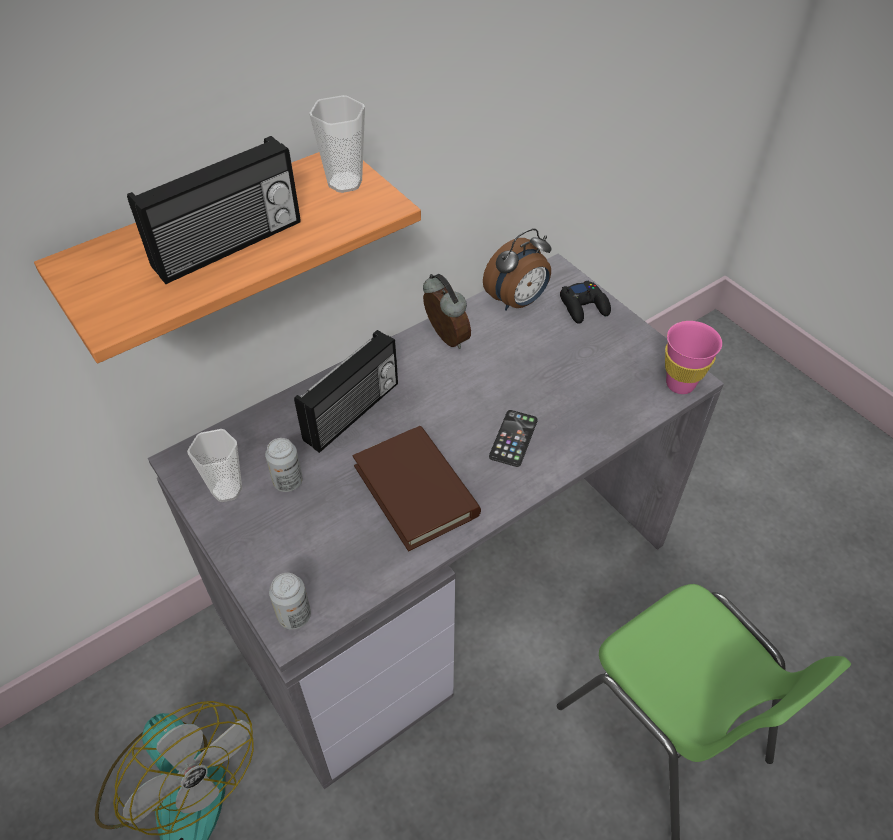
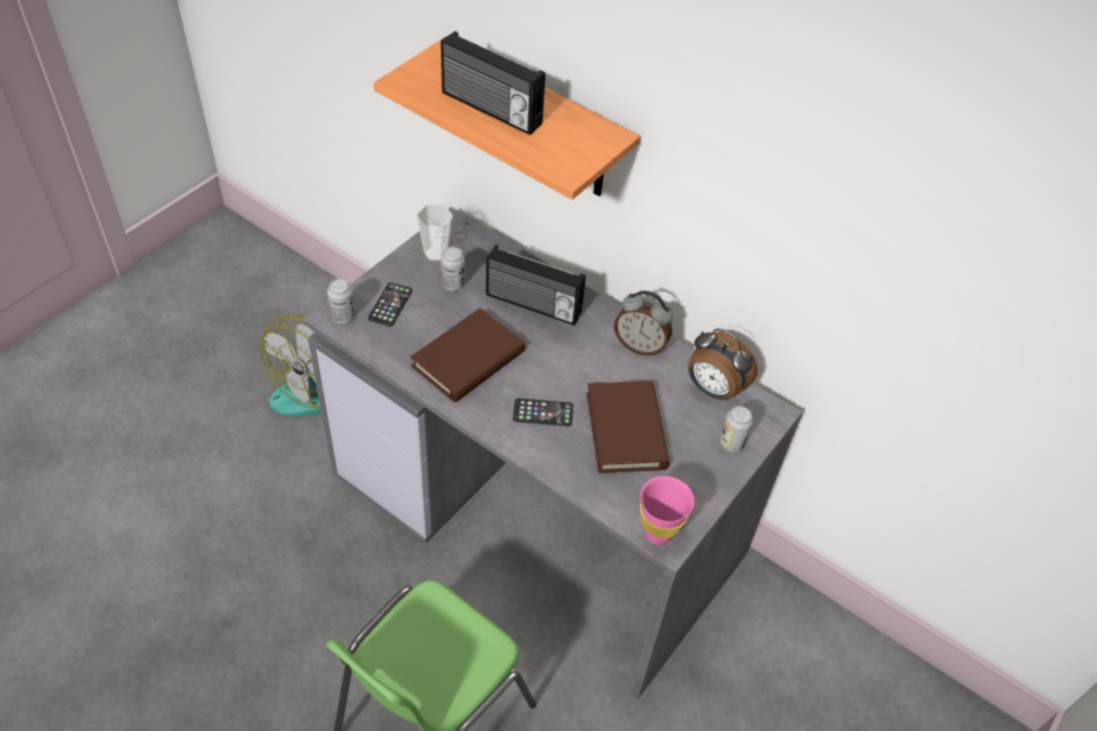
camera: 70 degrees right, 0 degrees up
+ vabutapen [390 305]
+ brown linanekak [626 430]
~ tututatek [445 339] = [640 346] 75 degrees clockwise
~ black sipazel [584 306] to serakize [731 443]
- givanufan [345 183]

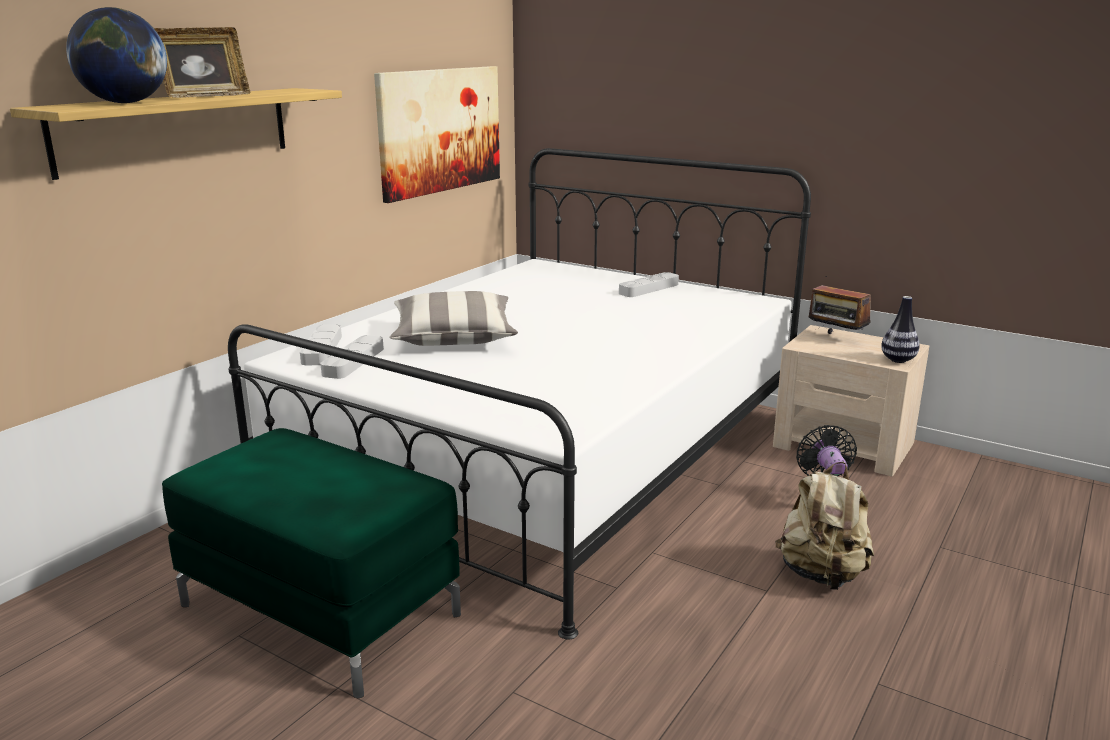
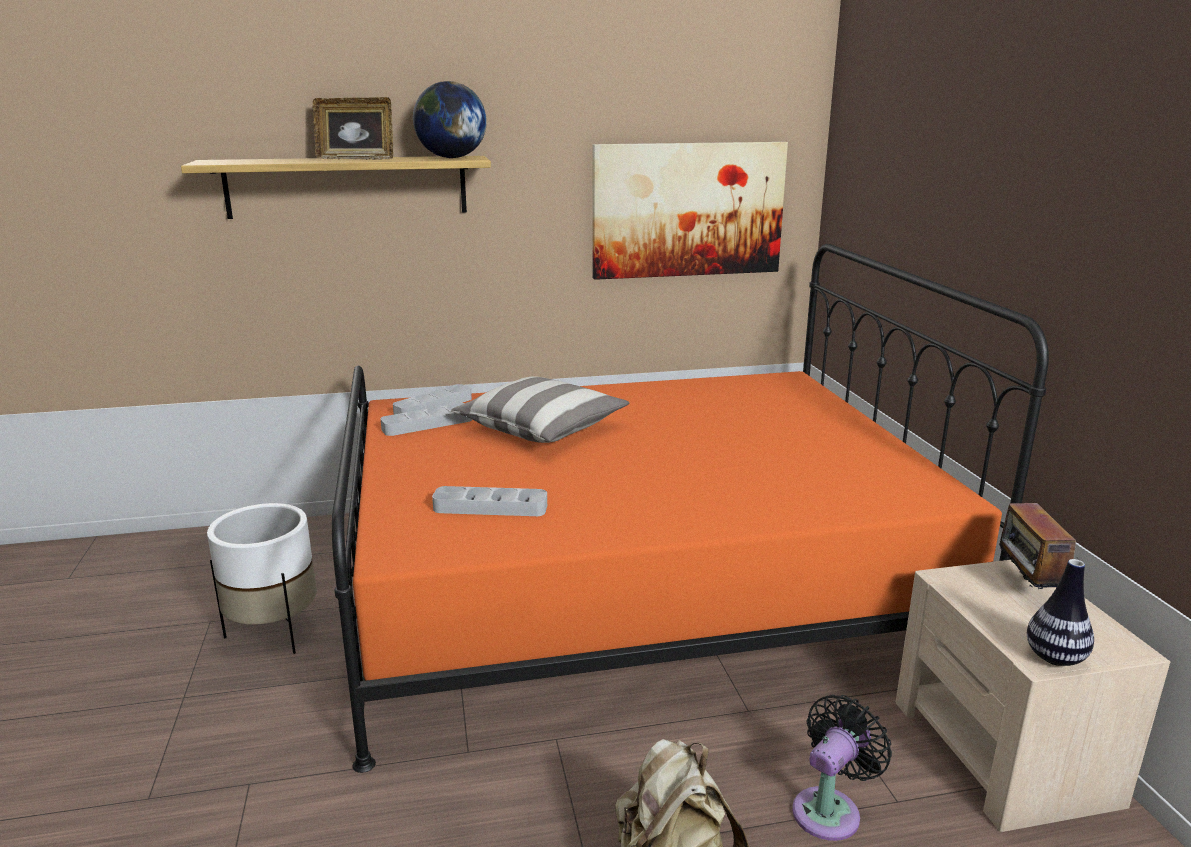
camera: 45 degrees right, 0 degrees up
~ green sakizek [322 609] to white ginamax [274 632]
~ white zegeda [545 456] to orange zegeda [635 589]
~ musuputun [125 103] to [451 158]
~ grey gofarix [649 289] to [490 507]

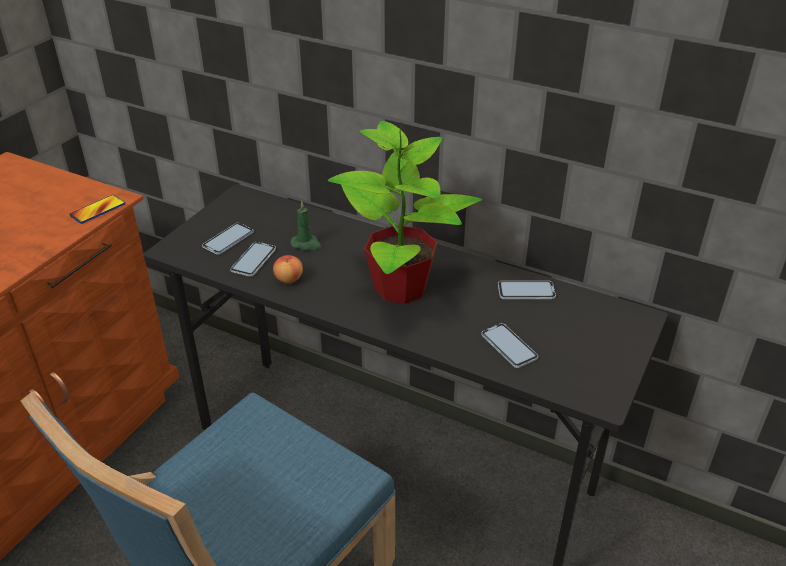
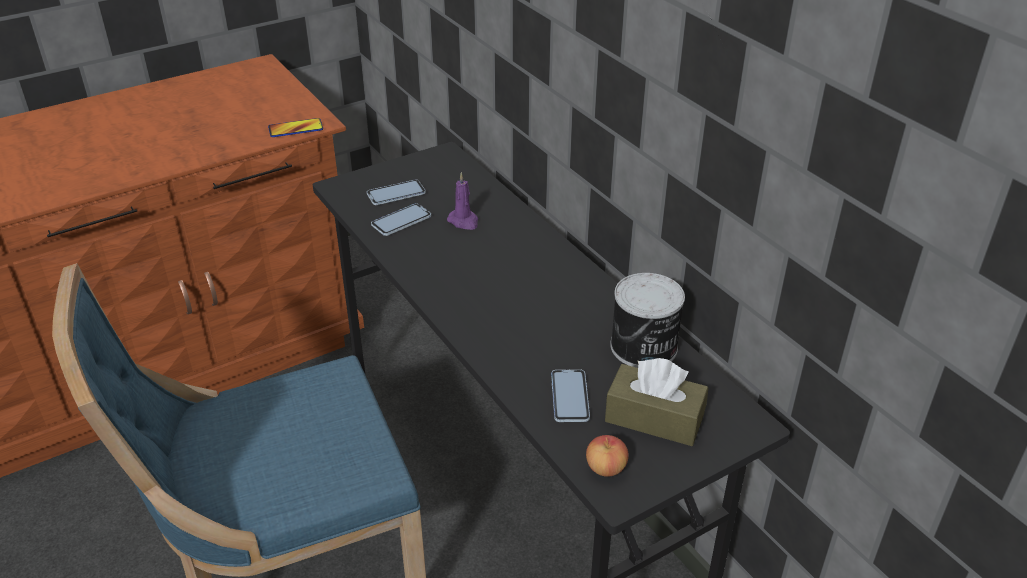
camera: 30 degrees right, 0 degrees up
~ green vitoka [306 244] to purple vitoka [464 221]
~ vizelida [289 279] to [606 468]
+ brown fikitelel [654 418]
~ vabutapen [526 291] to serakize [644 348]
- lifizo [402 288]

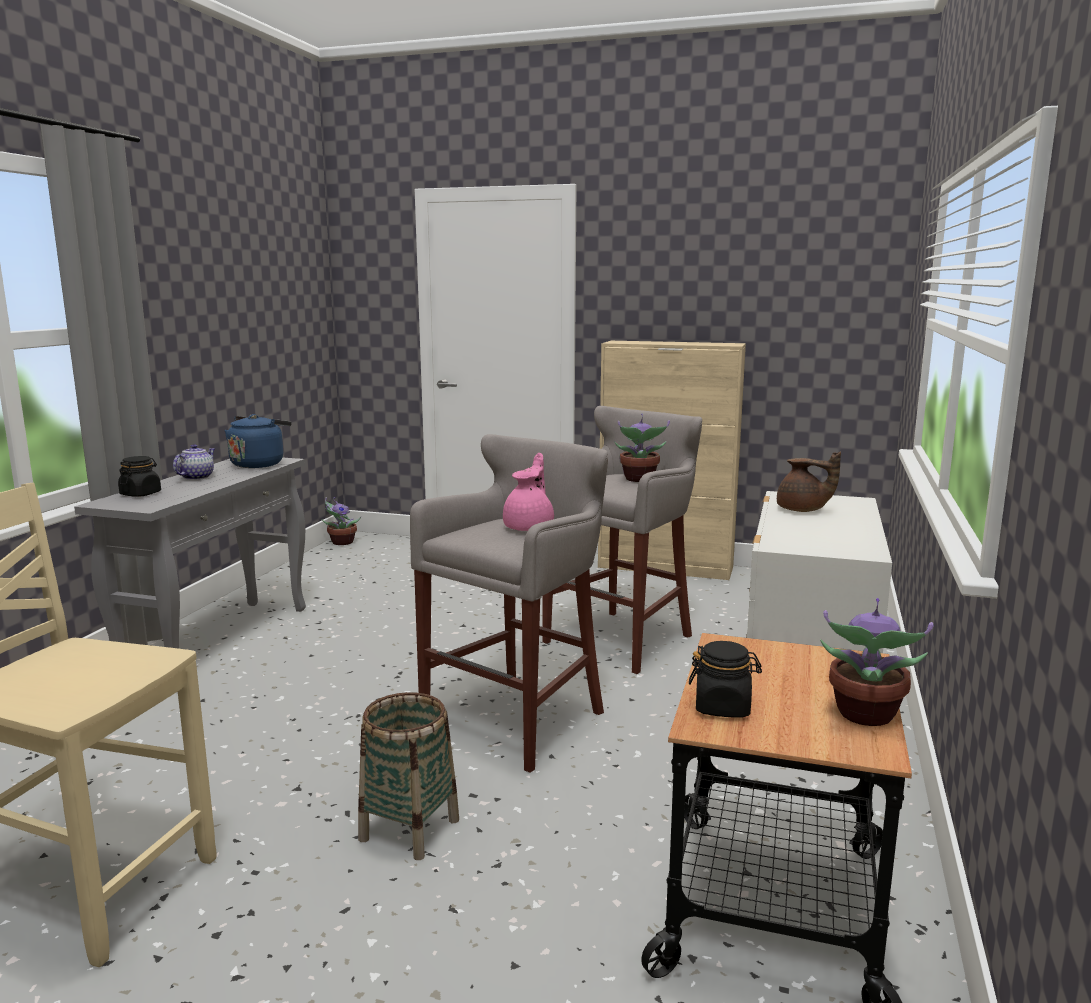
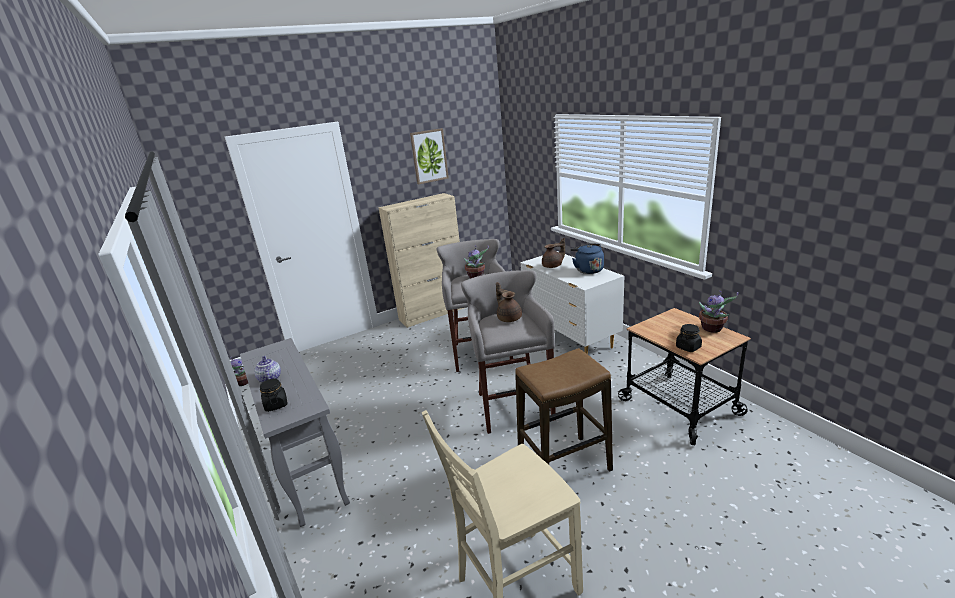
camera: 45 degrees left, 10 degrees up
+ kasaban [429 156]
~ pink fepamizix [530 527] to brown fepamizix [509 318]
~ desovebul [409 830] to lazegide [564 466]
~ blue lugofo [259 464] to [587 270]

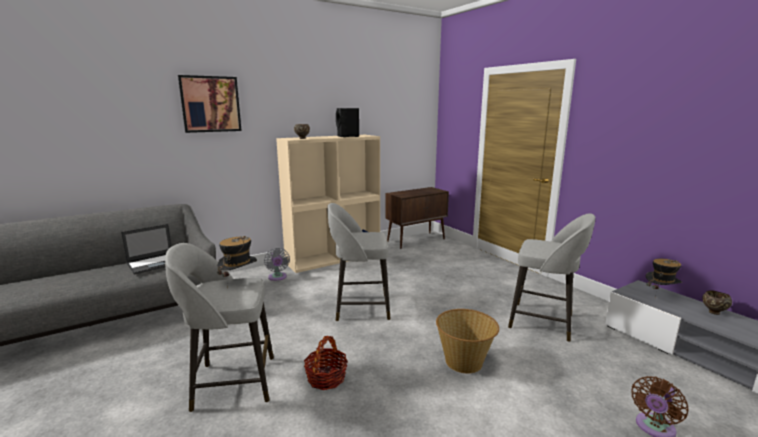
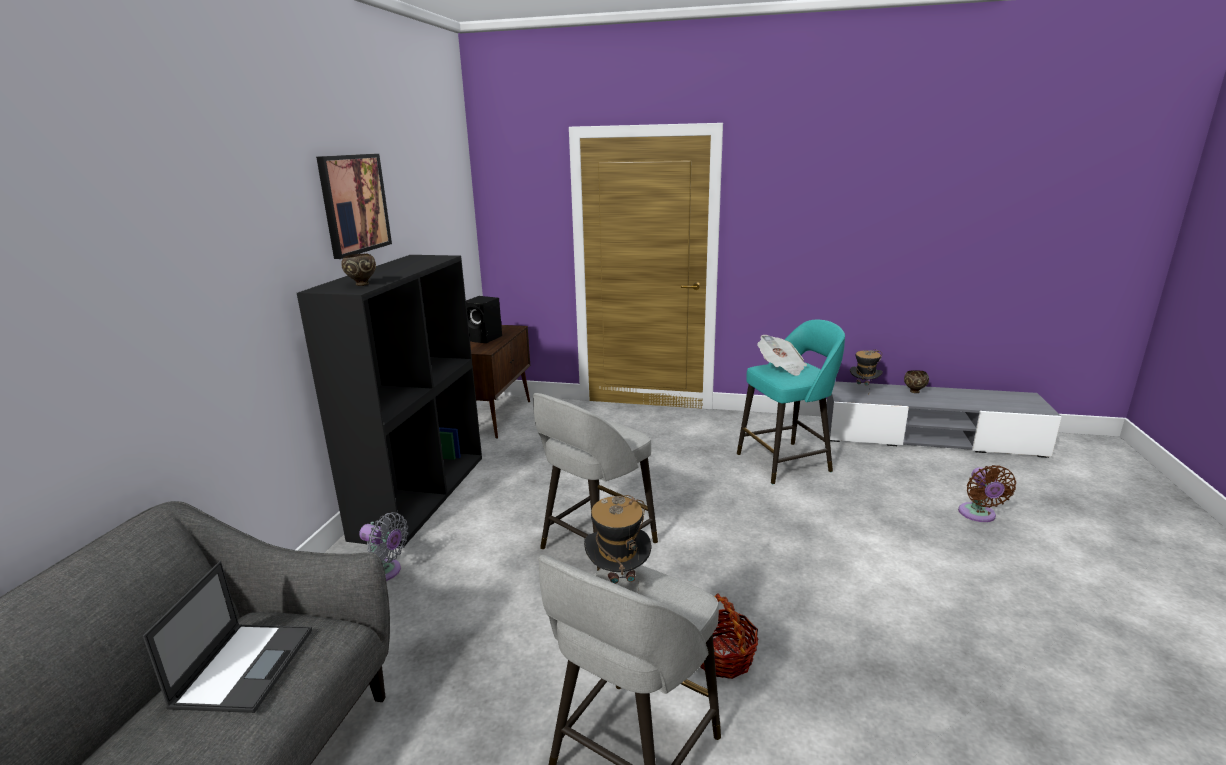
camera: 45 degrees left, 5 degrees up
~ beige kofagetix [334 258] to black kofagetix [421 494]
~ kasaban [210 104] to [354 204]
~ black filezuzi [348 136] to [485 338]
~ grey lazegide [543 322] to turquoise lazegide [786 462]
+ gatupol [781 367]
- desovebul [464 361]

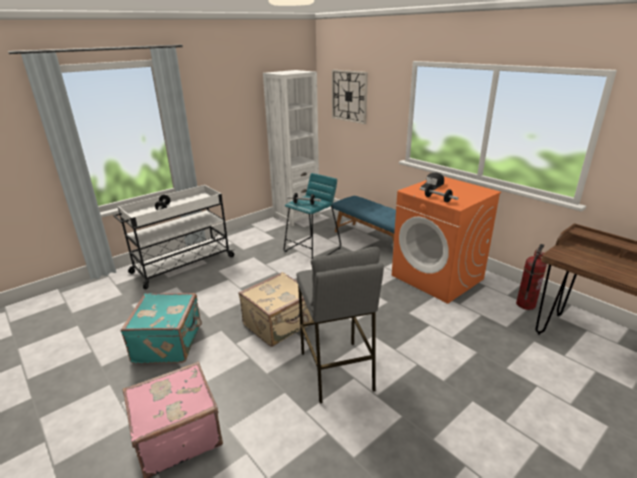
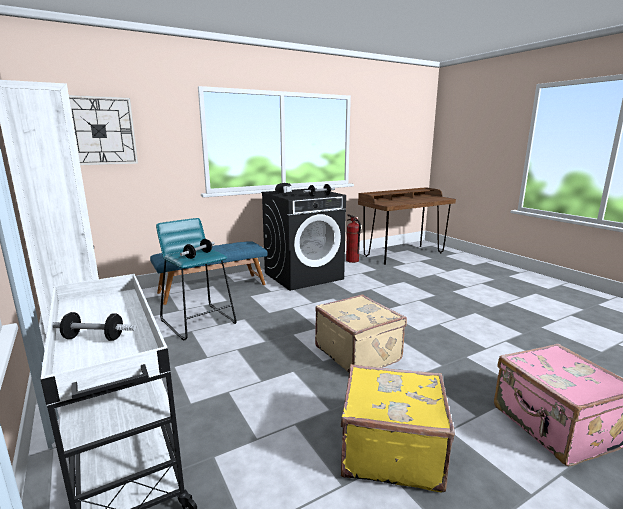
camera: 80 degrees left, 10 degrees down
~ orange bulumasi [437 277] to black bulumasi [303 276]
~ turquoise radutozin [169 343] to yellow radutozin [390 449]
- grey lazegide [336 371]

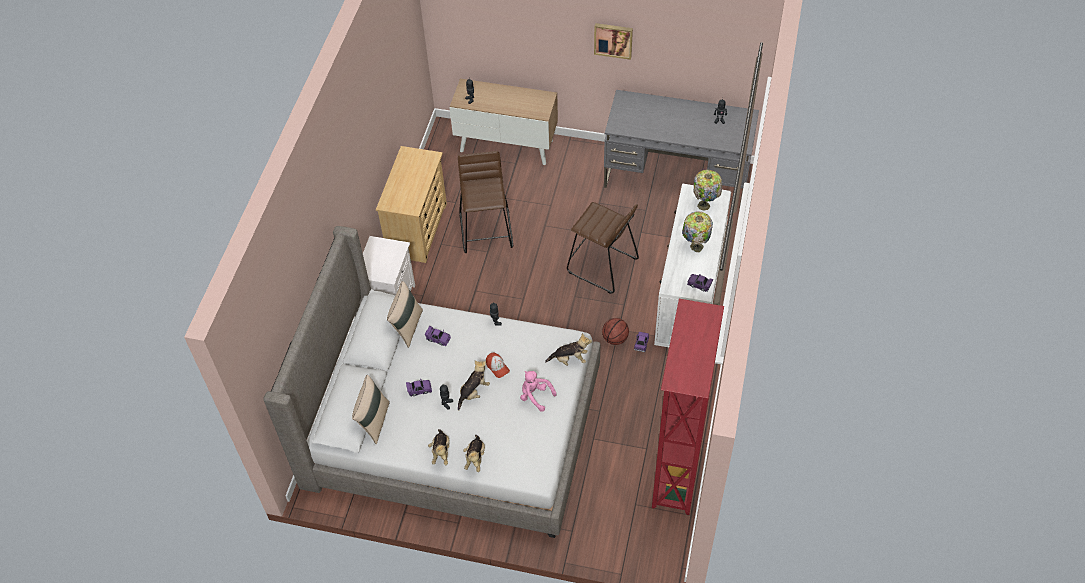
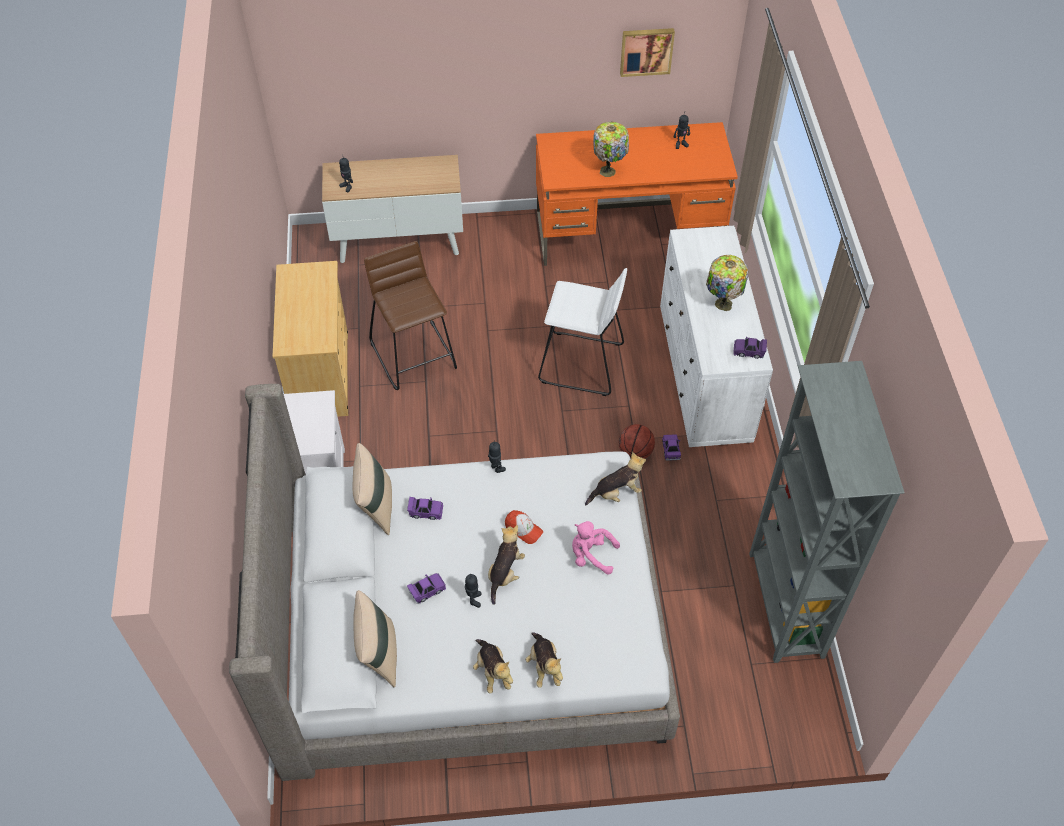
camera: 20 degrees left, 0 degrees up
~ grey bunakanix [677 177] to orange bunakanix [629 232]
~ brown lazegide [602 266] to white lazegide [581 364]
~ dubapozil [704 205] to [609 171]
~ kasaban [613 40] to [646 51]
~ red kofagetix [676 472] to grey kofagetix [784 605]

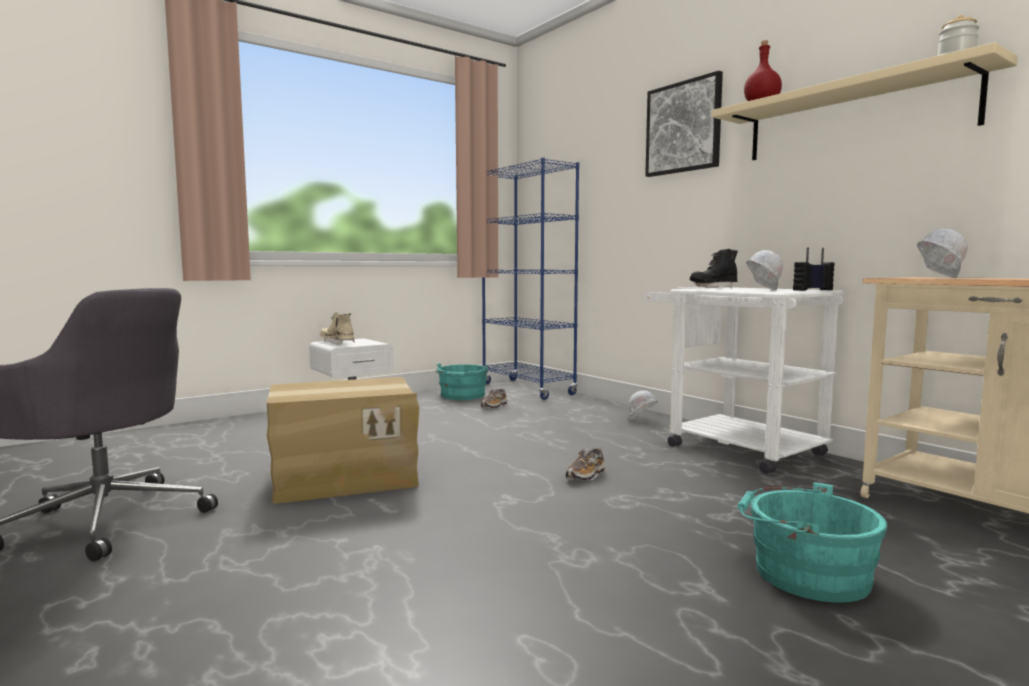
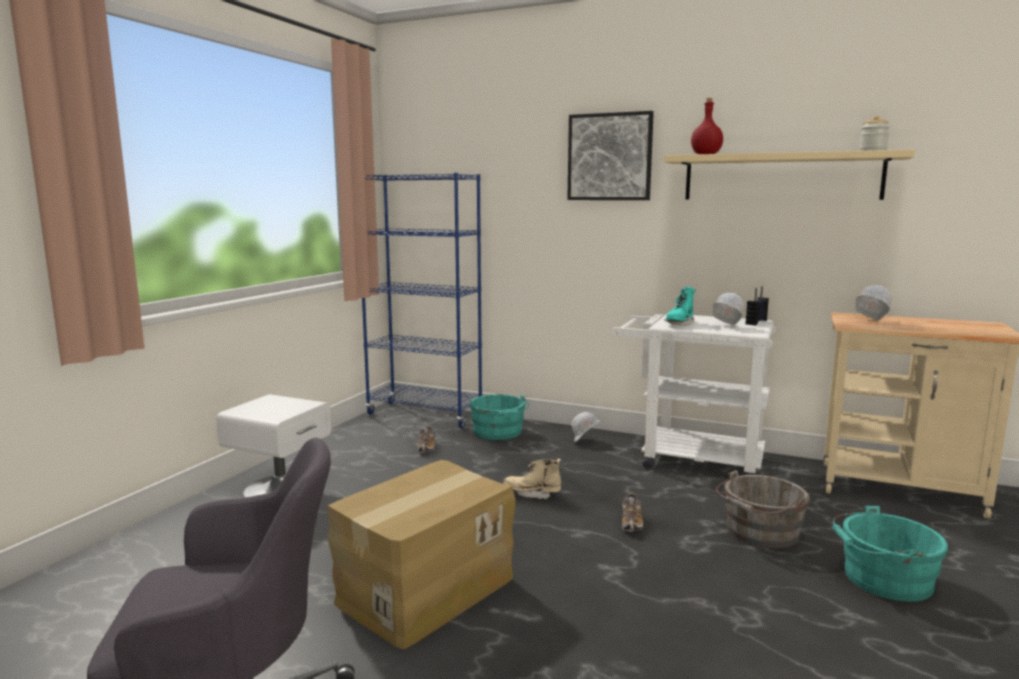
camera: 30 degrees left, 5 degrees up
~ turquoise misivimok [462 396] to [498 432]
~ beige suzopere [337 343] to [532 494]
~ black suzopere [713 289] to turquoise suzopere [679 324]
+ grey misivimok [759 532]

